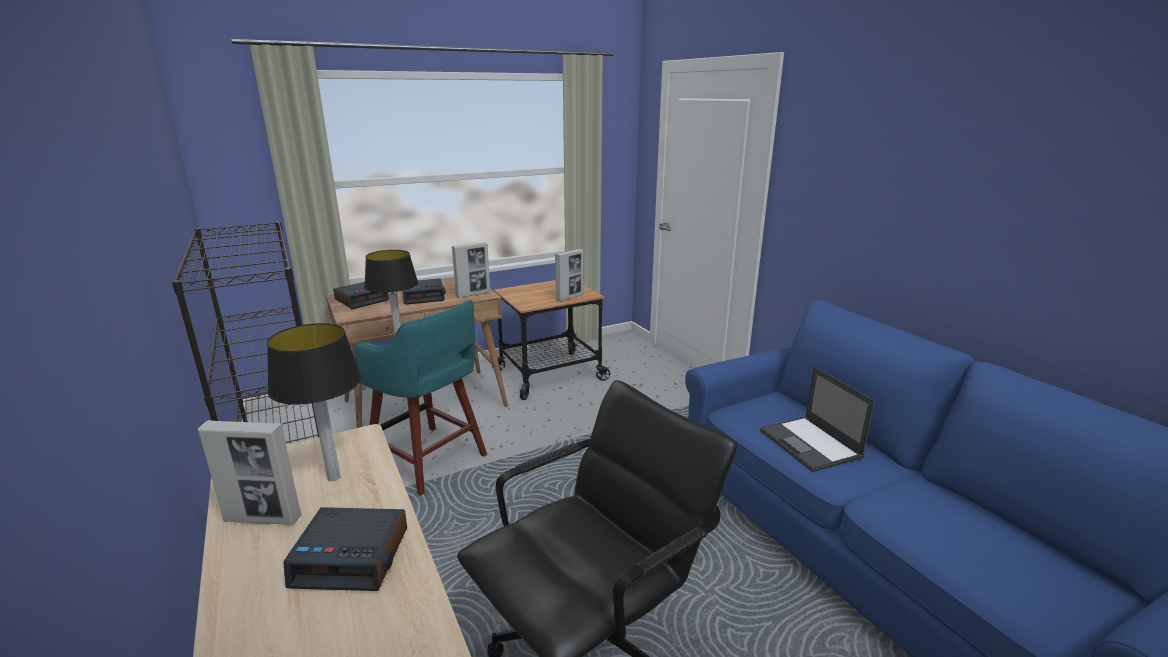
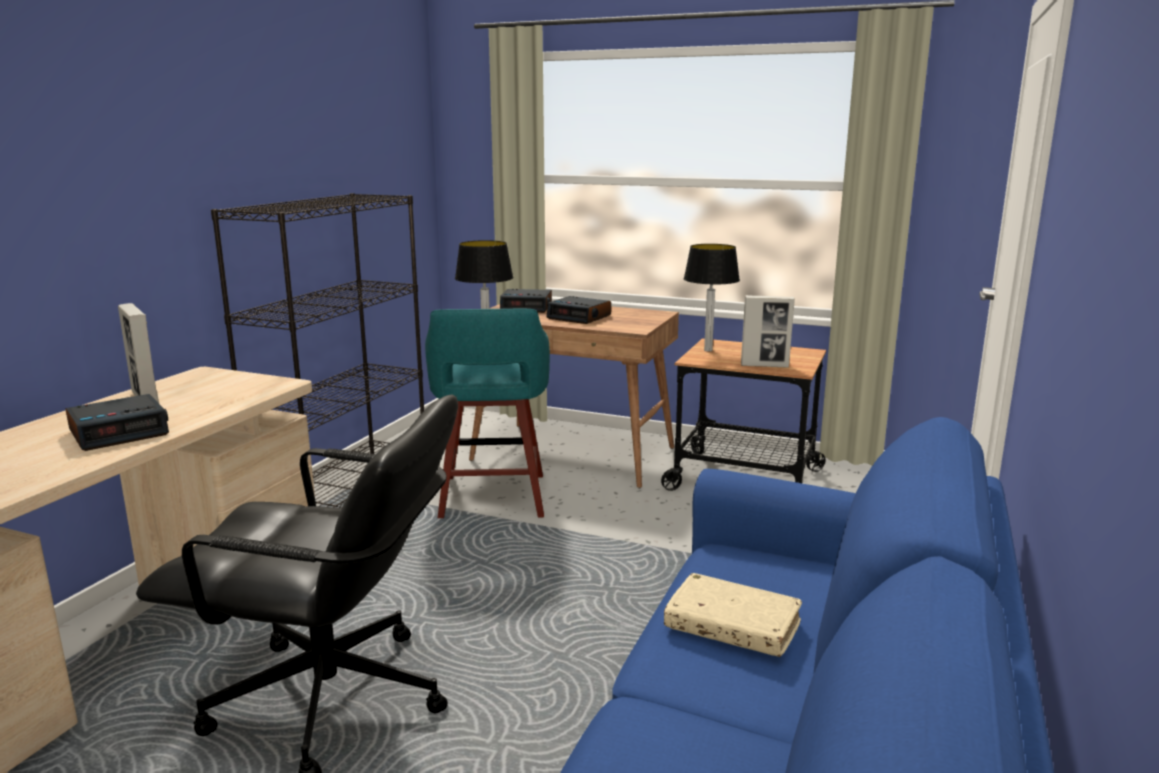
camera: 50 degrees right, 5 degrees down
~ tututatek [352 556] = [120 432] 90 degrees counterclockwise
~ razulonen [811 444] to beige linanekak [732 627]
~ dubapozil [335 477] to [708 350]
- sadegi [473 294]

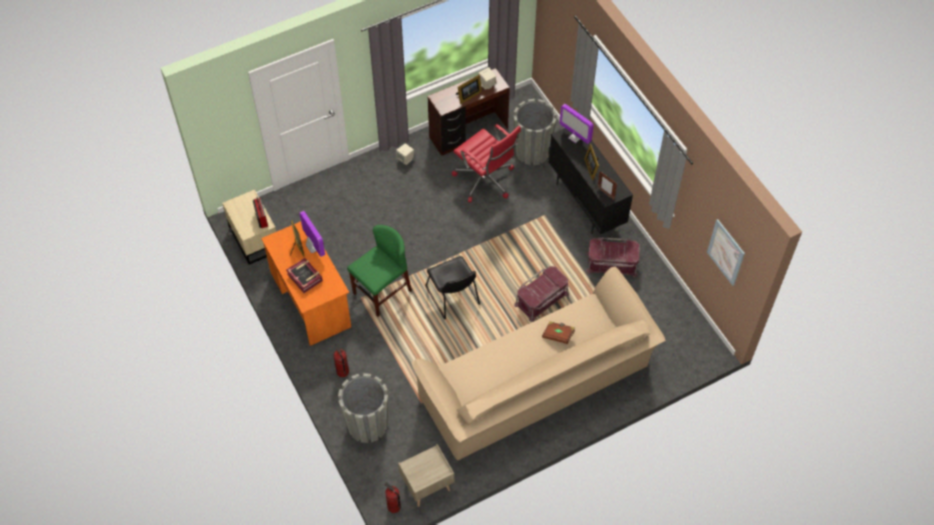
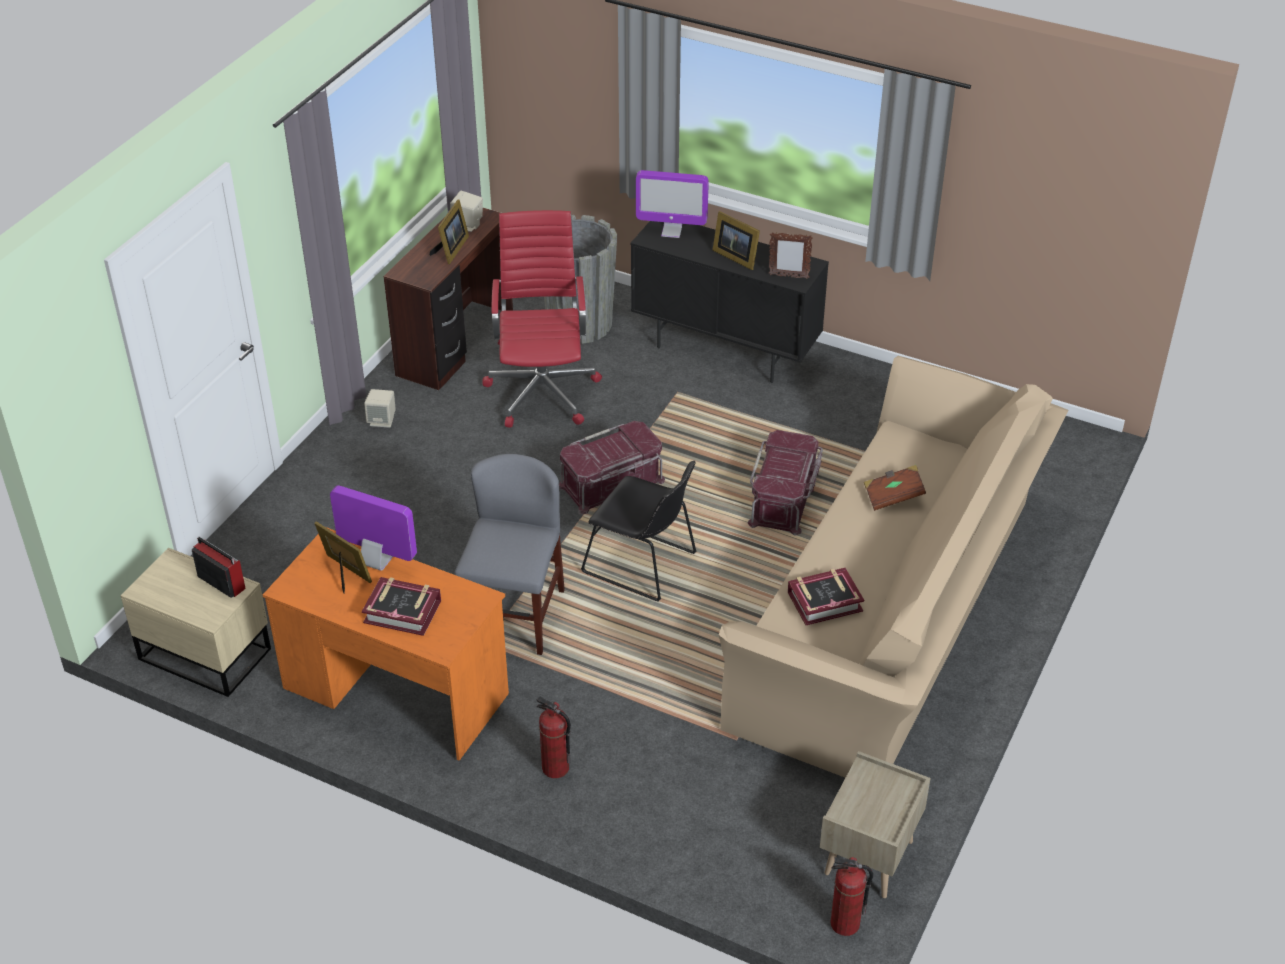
camera: 35 degrees left, 15 degrees down
~ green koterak [382 292] to grey koterak [515 617]
~ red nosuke [485 181] = [543 390] 105 degrees counterclockwise
~ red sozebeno [611 264] to [612 484]
+ linanekak [824 601]
- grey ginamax [367 424]
- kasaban [726 252]

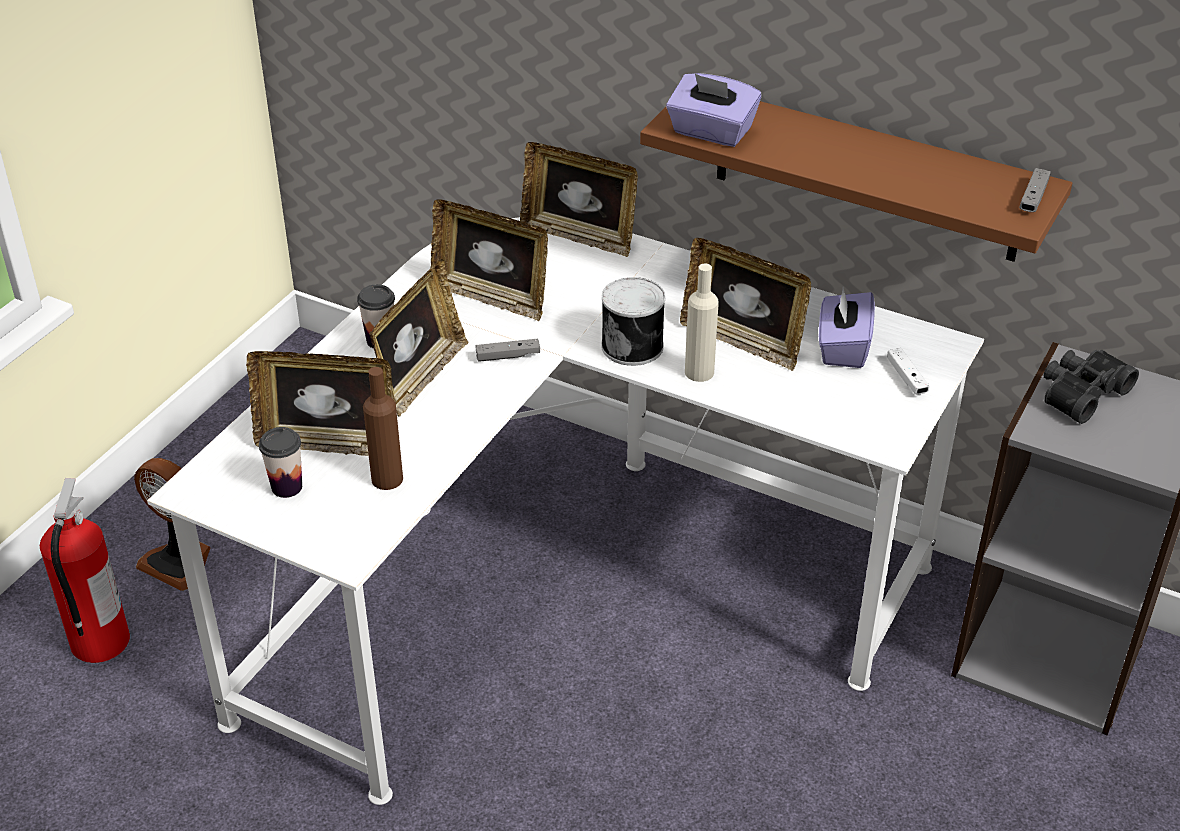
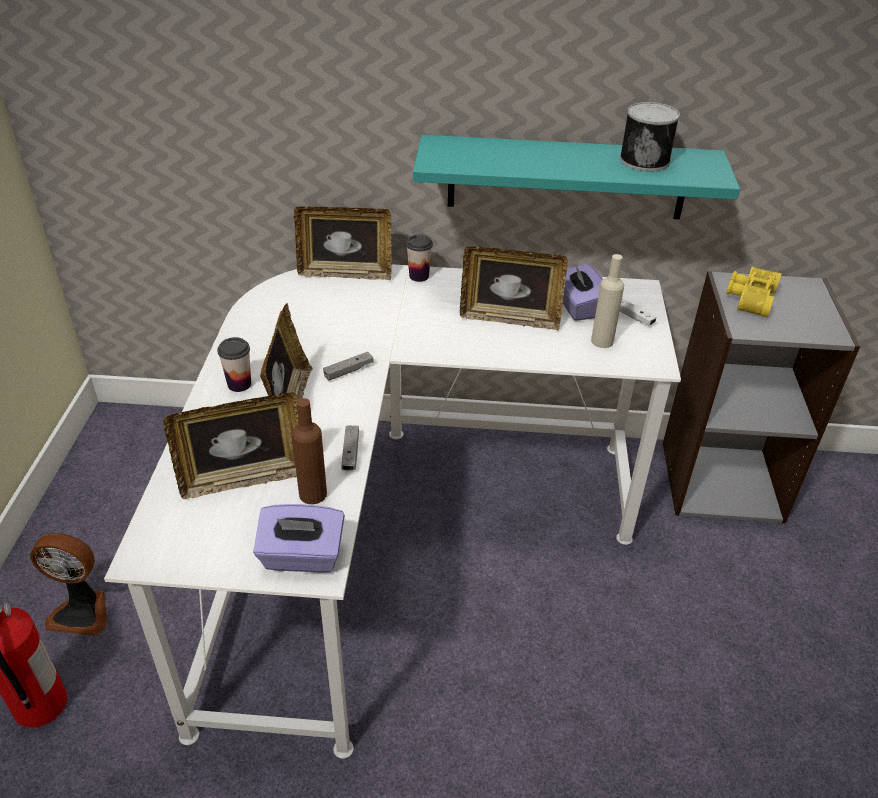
camera: 25 degrees left, 0 degrees up
~ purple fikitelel [711 132] to [302 557]
~ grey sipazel [1033 198] to [350 453]
~ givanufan [287 487] to [419 276]
~ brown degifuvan [866 174] to turquoise degifuvan [567 177]
~ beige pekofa [699 372] to [602 341]
~ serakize [633 345] to [645 160]
~ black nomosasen [1080 392] to yellow nomosasen [749 298]
- sadegi [491 297]

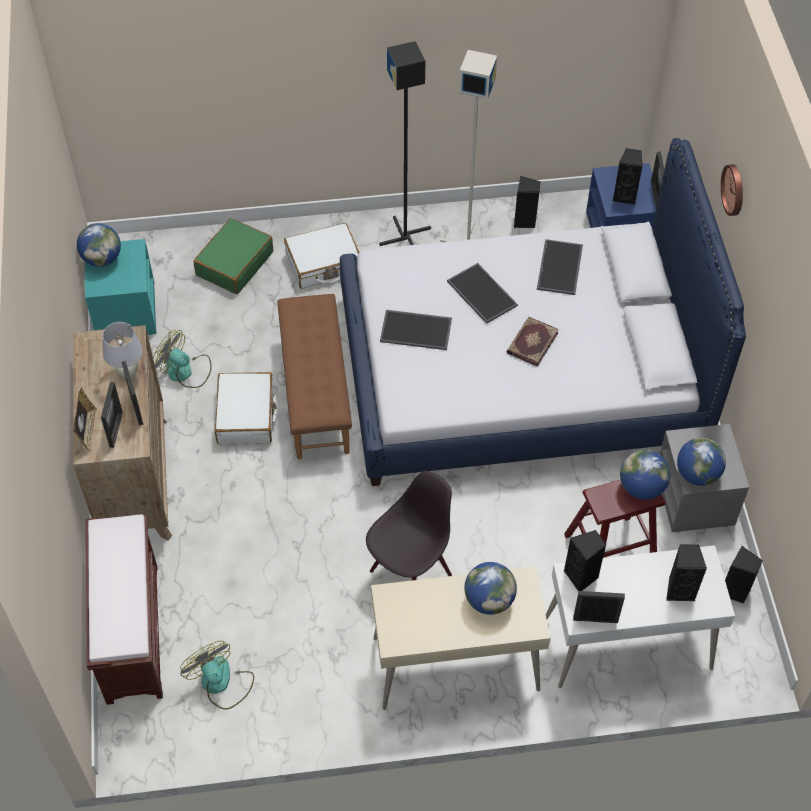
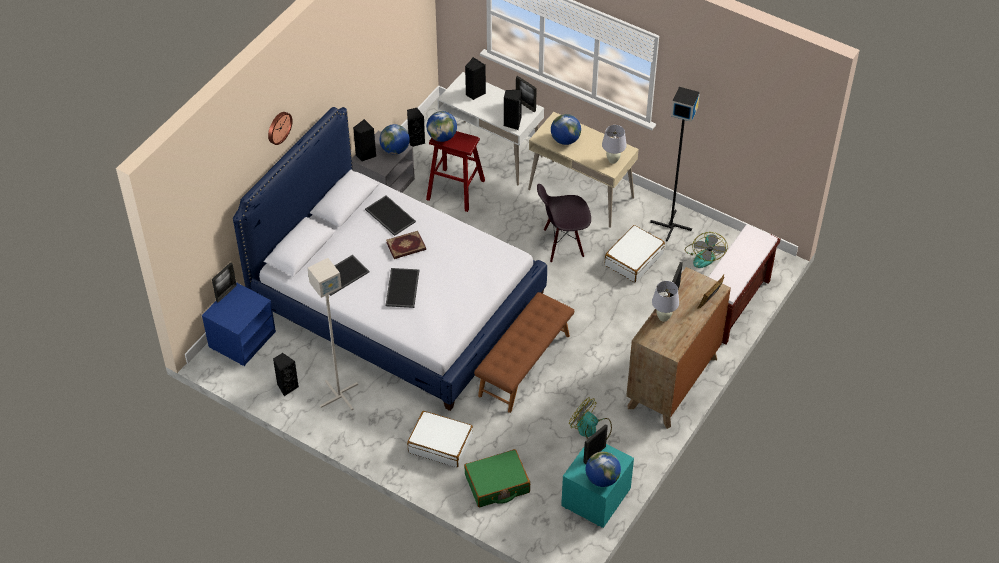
camera: 140 degrees left, 5 degrees down
~ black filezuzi [625 196] to [365 155]
~ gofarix [417 329] to [389 216]
~ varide [185 371] = [591 429] 150 degrees clockwise
~ sadegi [116 429] to [594 454]
+ white dubapozil [612 160]
~ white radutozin [246 415] to [633 259]
~ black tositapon [406 237] to [671 225]

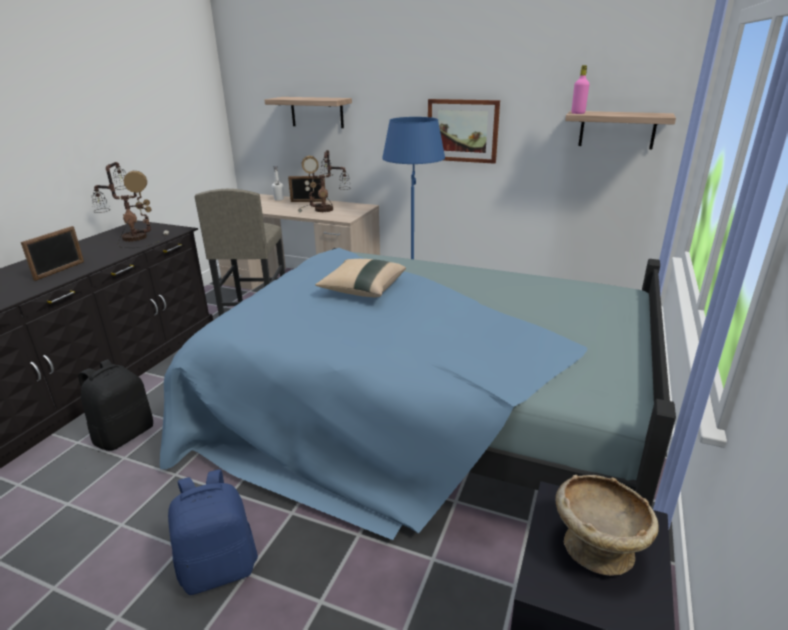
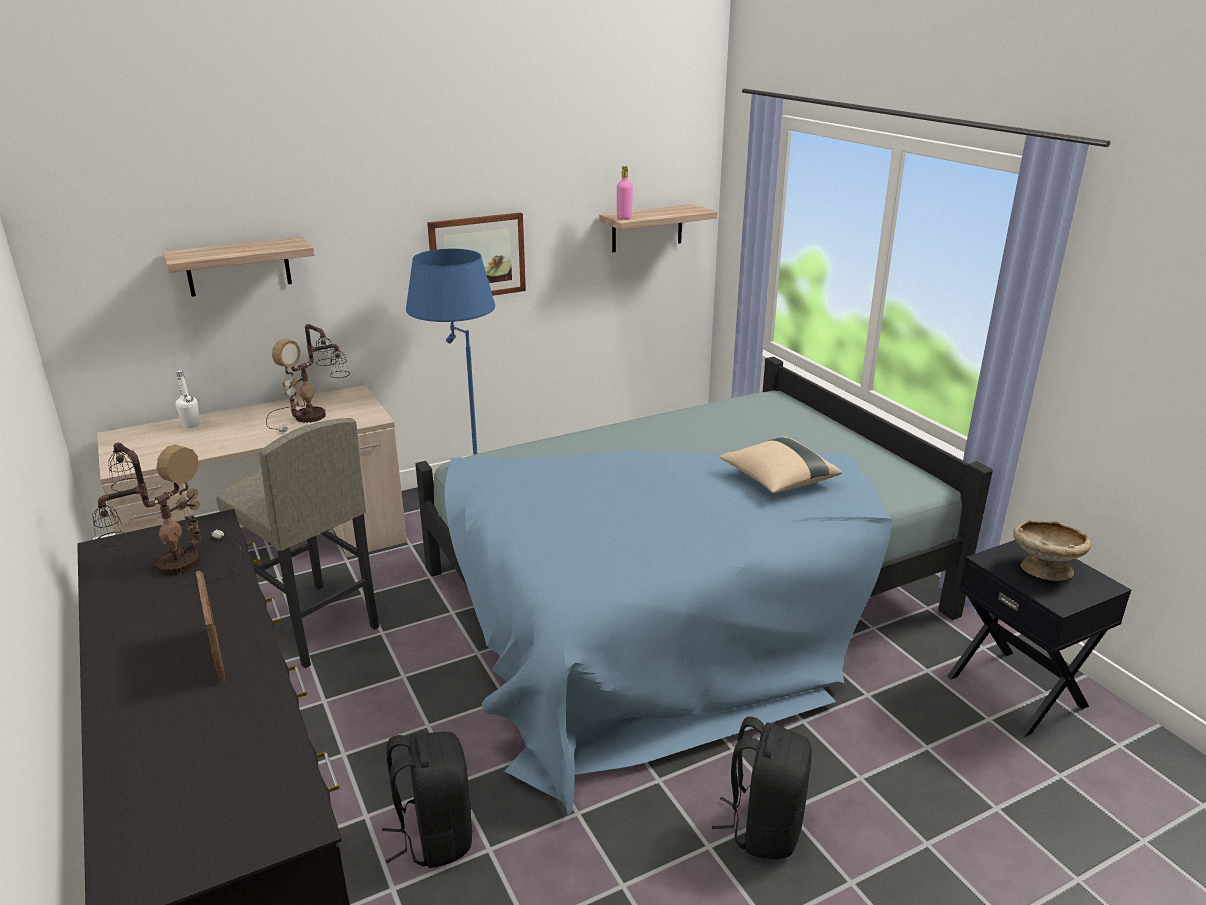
camera: 50 degrees left, 0 degrees up
~ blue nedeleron [219 568] to black nedeleron [764 827]
~ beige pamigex [362 290] to [777 480]
- sadegi [308 201]

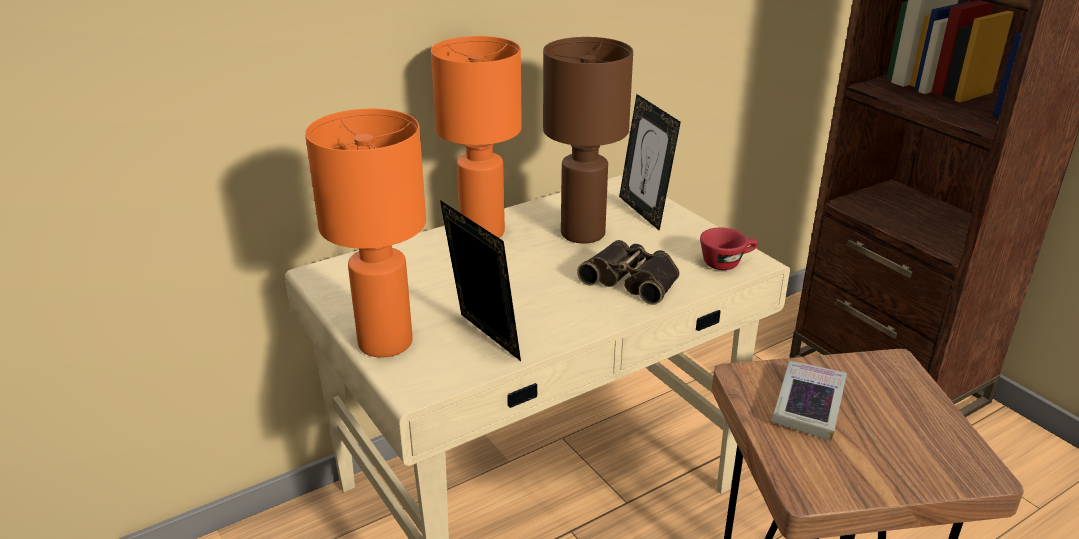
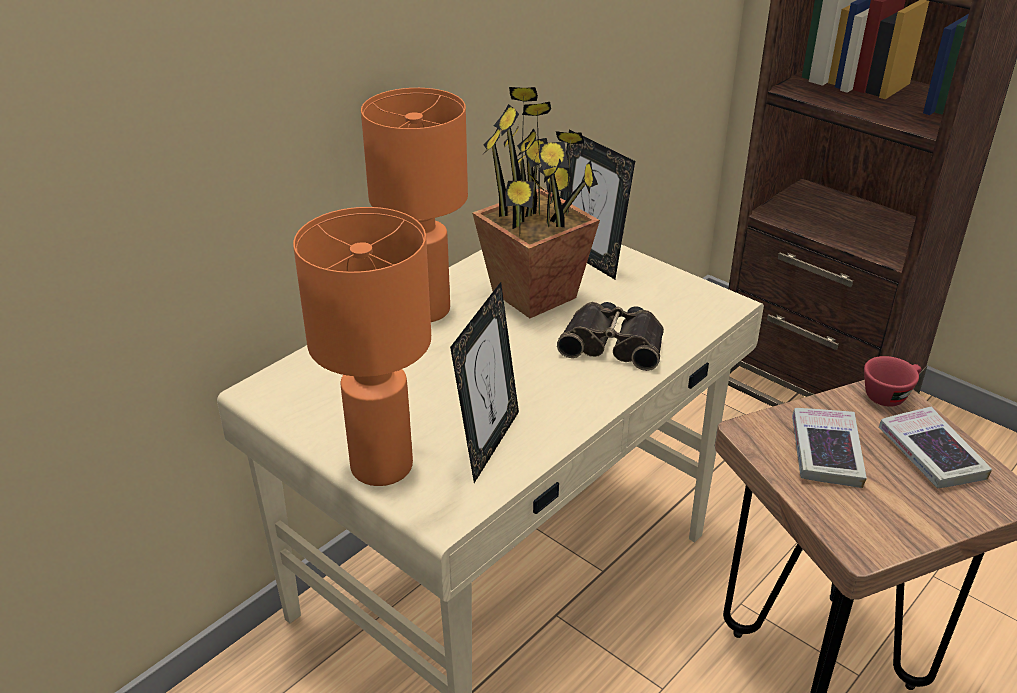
camera: 15 degrees left, 5 degrees up
~ sadegi [483 340] = [488 443] 75 degrees clockwise
~ brown dubapozil [582 233] to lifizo [535 294]
~ red givanufan [727 262] to [889 394]
+ linanekak [930 454]

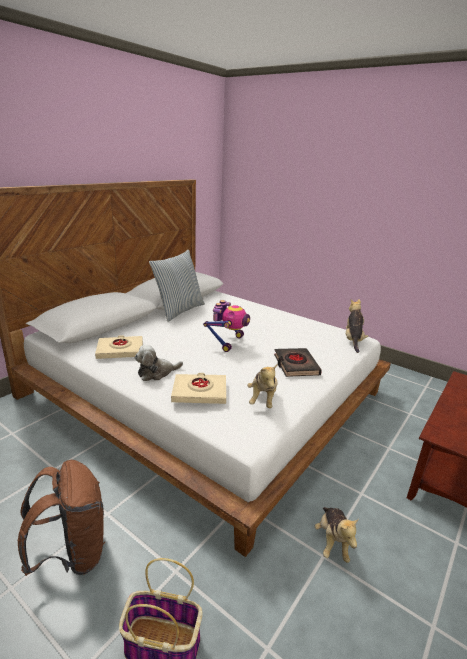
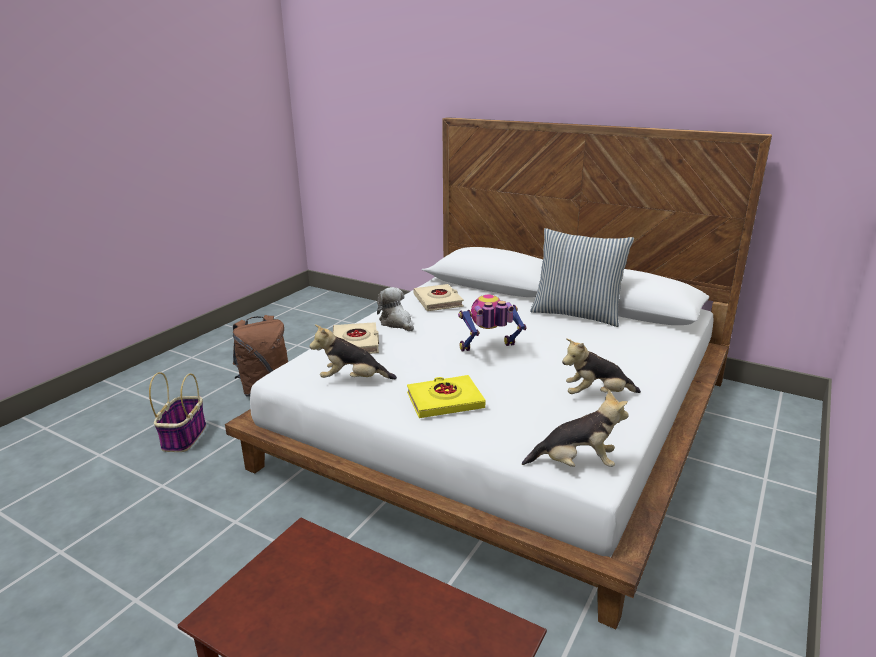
camera: 85 degrees right, 0 degrees up
~ black linanekak [295 365] to yellow linanekak [445 401]
~ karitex [228 342] = [489 351] 150 degrees clockwise
~ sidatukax [332 541] to [596 395]

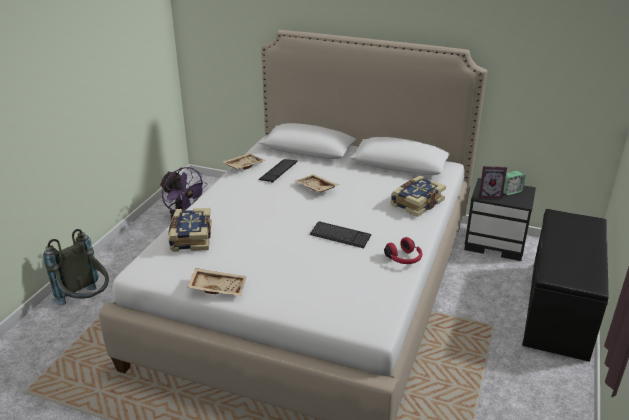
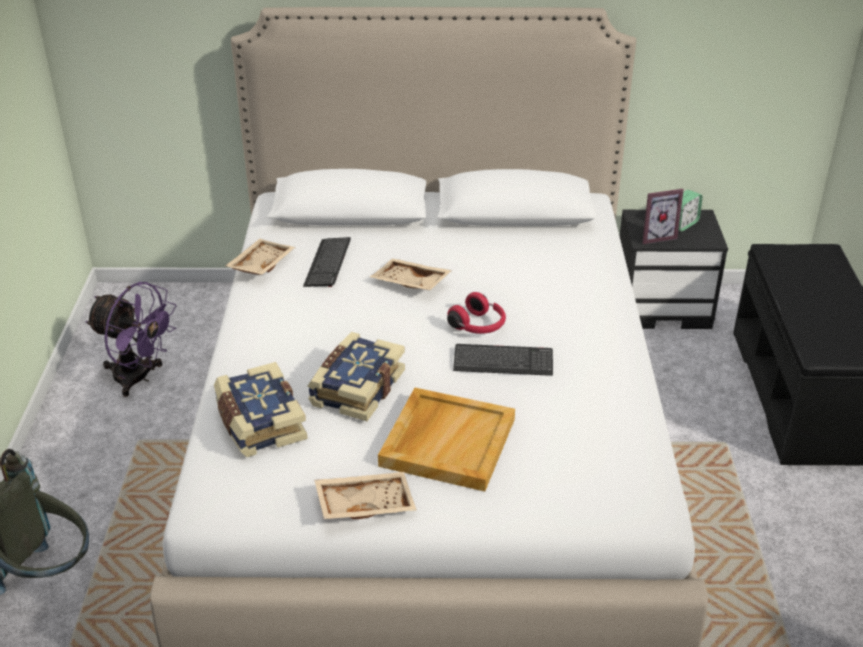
camera: 20 degrees left, 5 degrees up
~ linanekak [416 203] to [356 388]
+ beige gofarix [447 441]
~ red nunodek [404 259] to [478 326]

